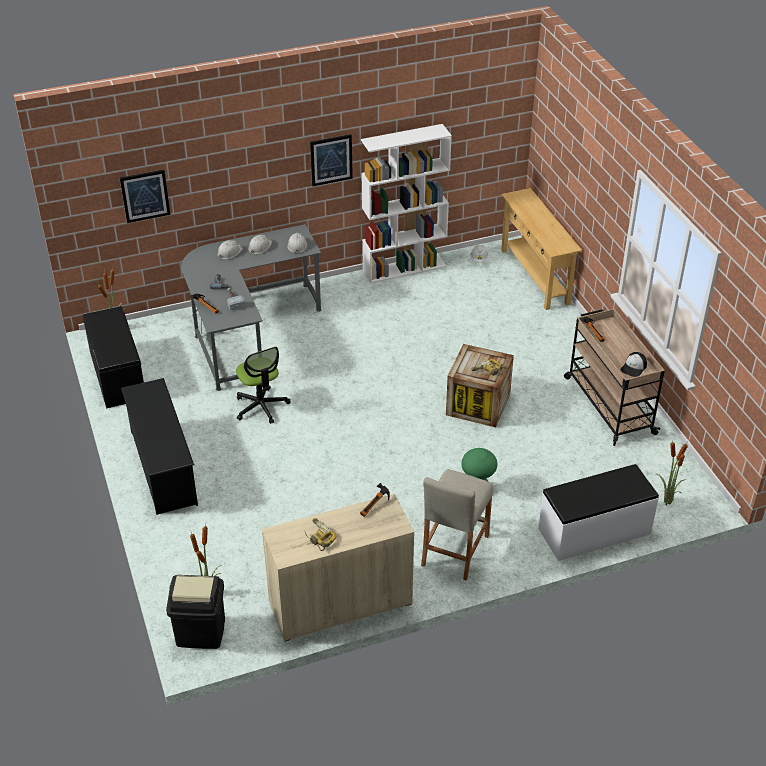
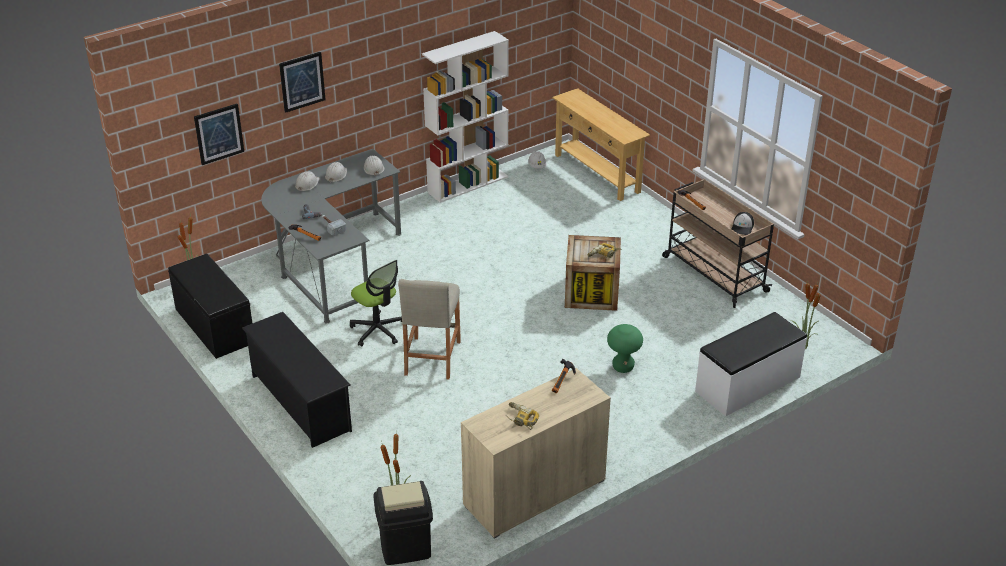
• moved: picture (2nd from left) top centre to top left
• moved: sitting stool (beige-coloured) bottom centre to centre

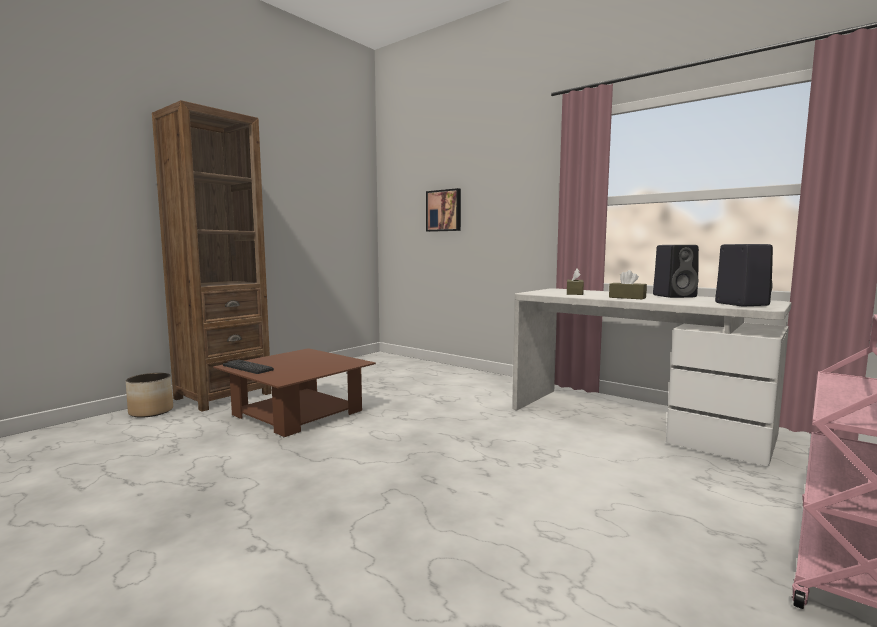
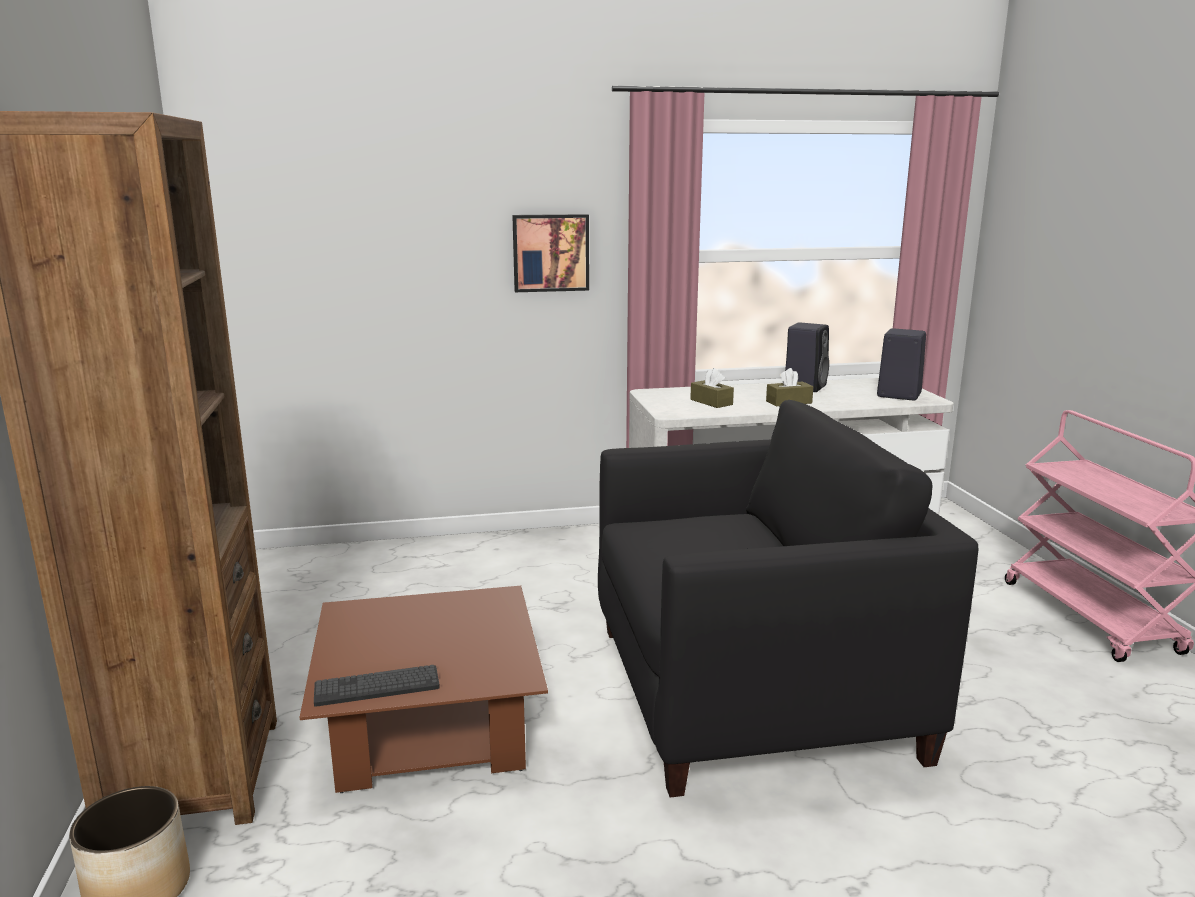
• moved: picture centre to top centre
• added: armchair (blackish) bottom centre

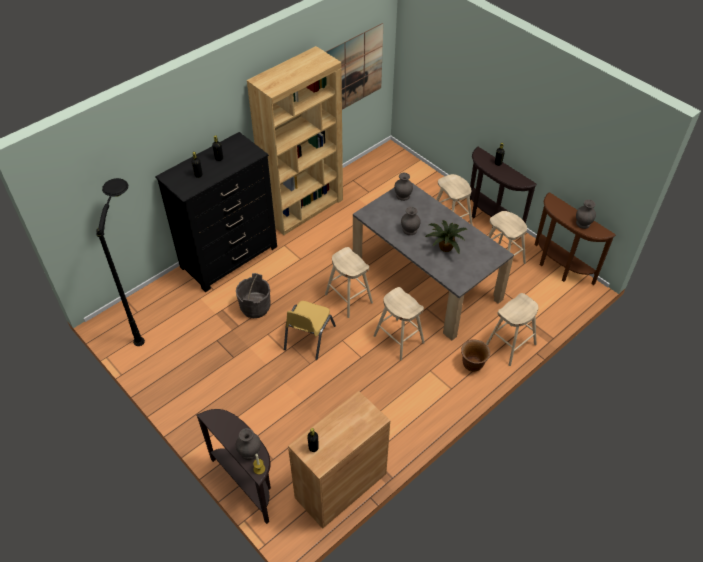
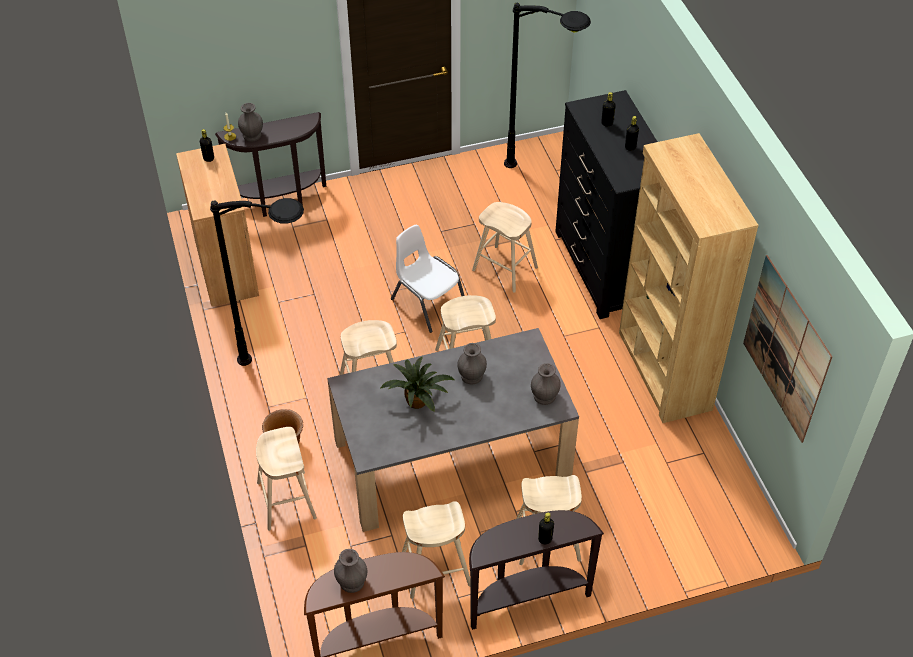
• replaced: water bucket (grey) centre to sitting stool (beige-coloured) (5th from left) centre
• recoloured: chair (yellow-coloured) centre to chair (white-coloured) centre
• added: floor lamp (blackish) (1st from left) middle left

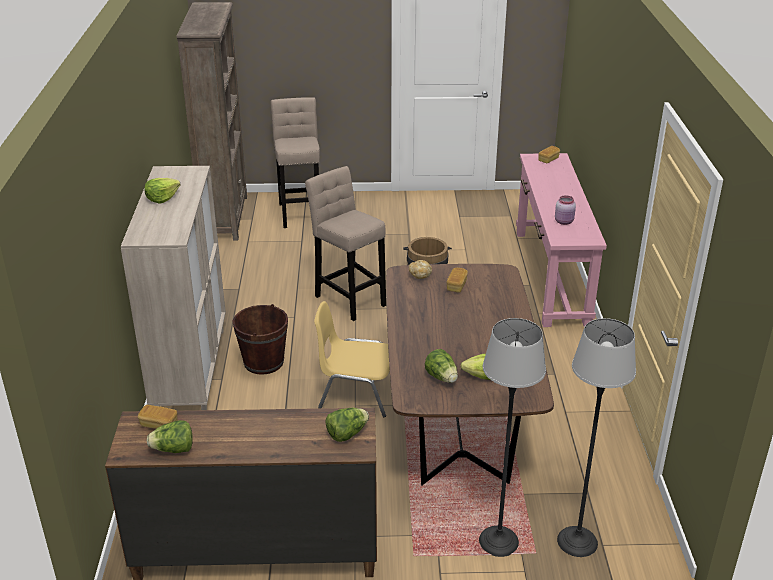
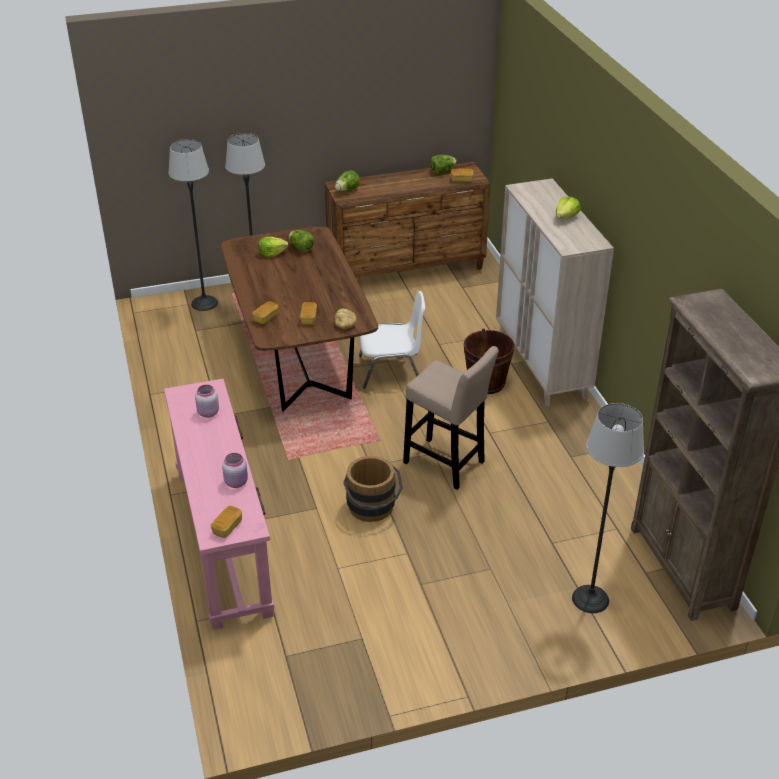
• replaced: sitting stool (beige-coloured) (1st from left) top centre to floor lamp (3rd from left) middle right
• recoloured: chair (yellow-coloured) centre to chair (white-coloured) centre
• added: bakery bread (2nd from left) centre
• added: storage jar (pinkish) (2nd from left) middle left

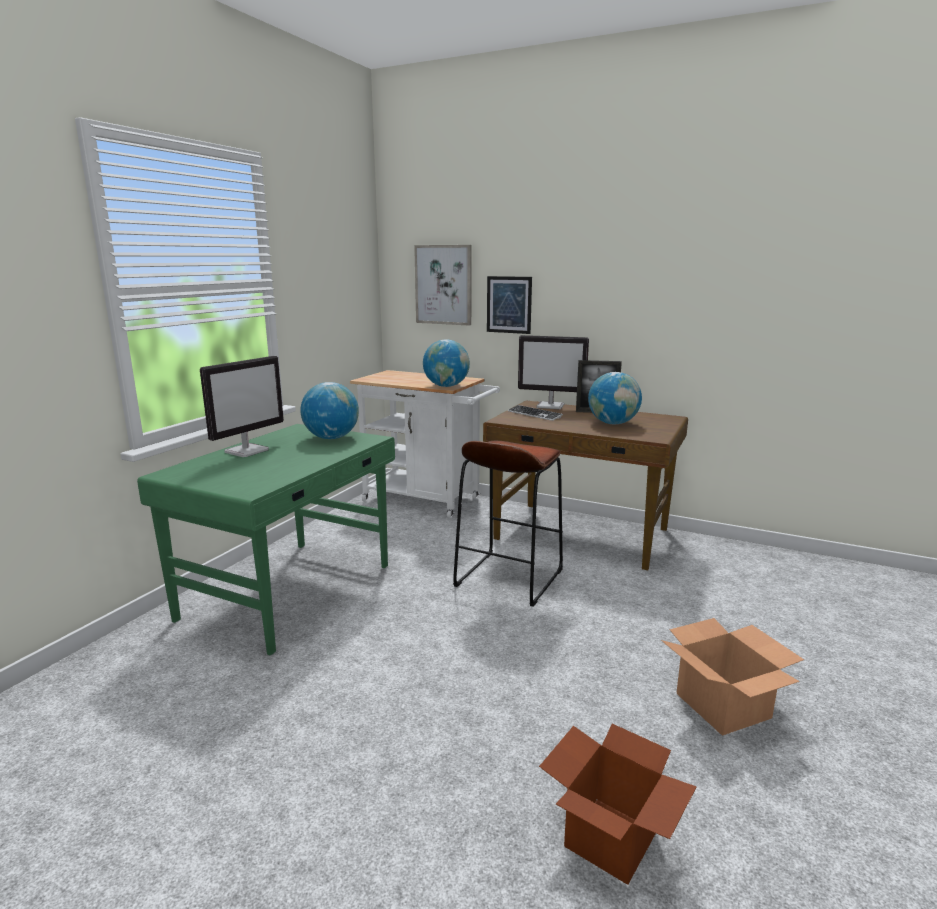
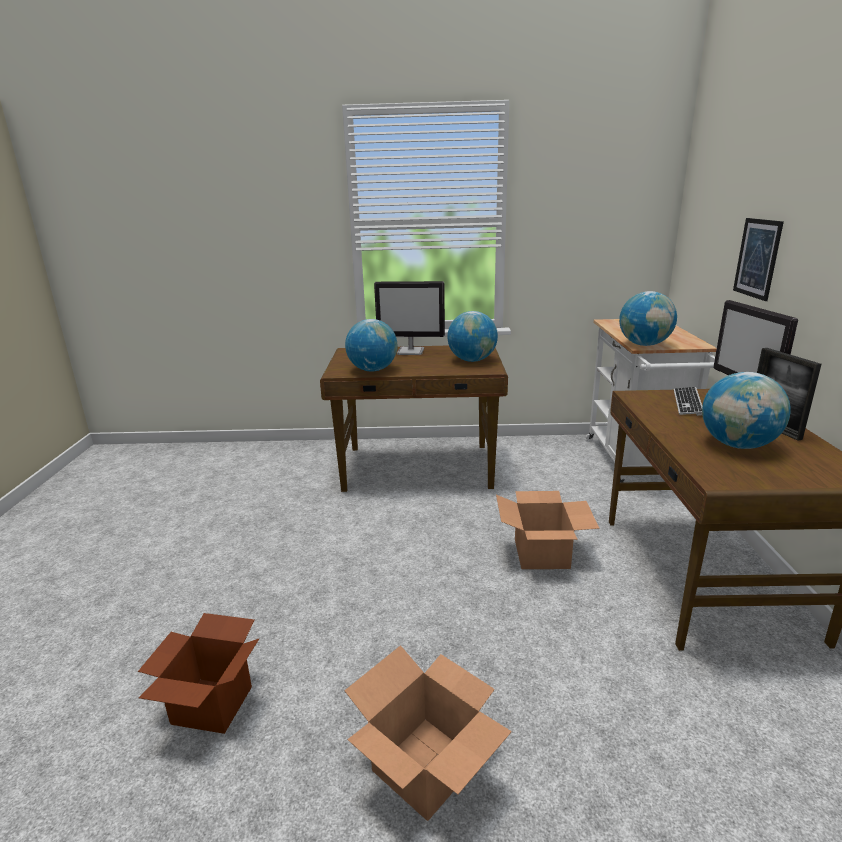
• removed: picture (1st from left) top centre
• recoloured: desk table (greenish) middle left to desk table (brownish) (1st from left) centre
• replaced: sitting stool (brownish) centre to packing box (3rd from left) centre
• added: globe (1st from left) centre

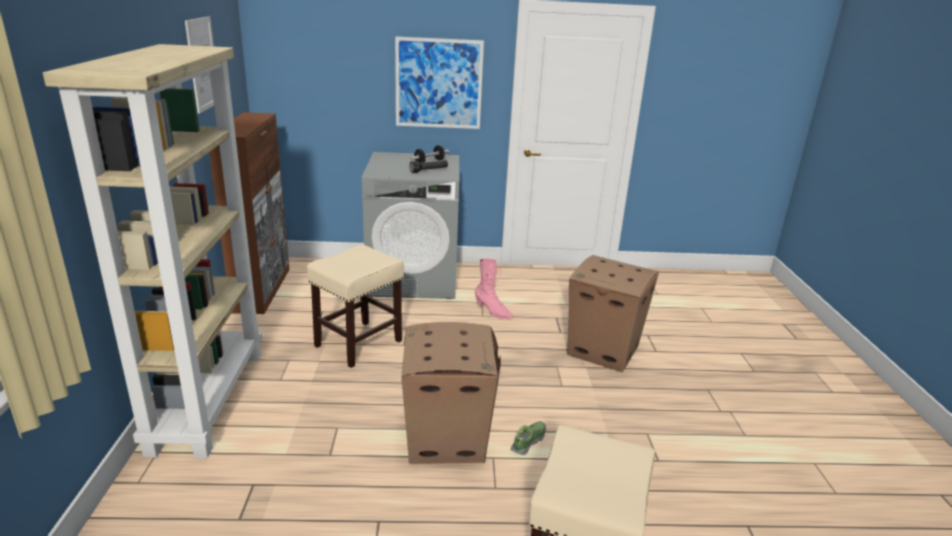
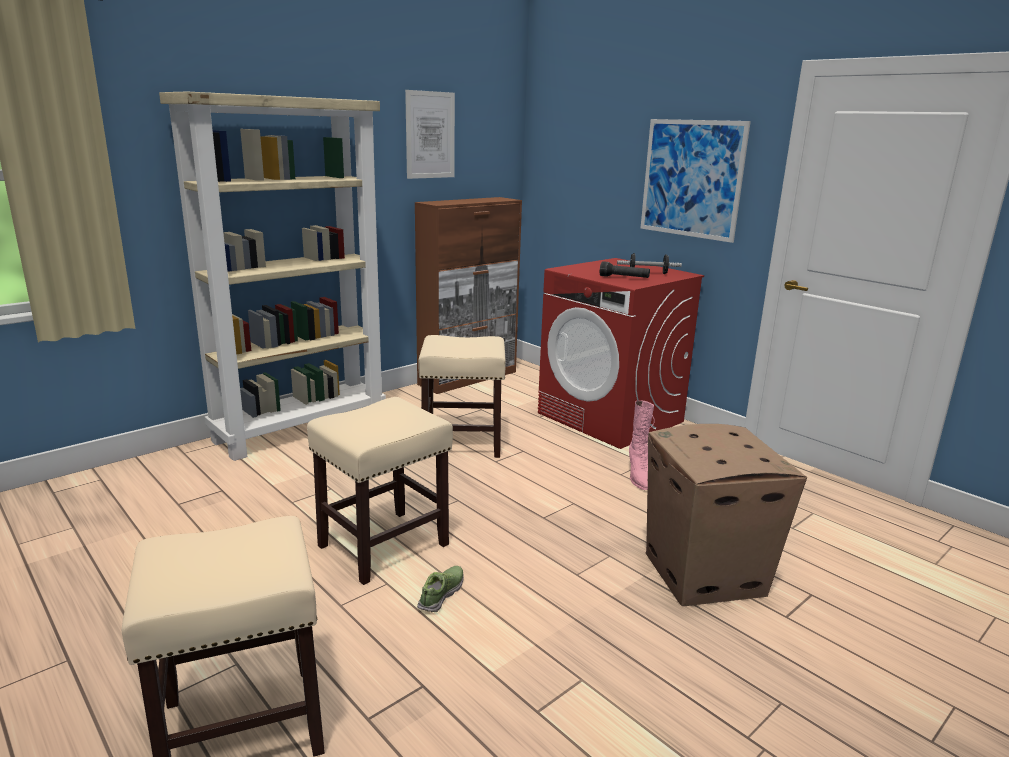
• recoloured: laundry appliance (grey) centre to laundry appliance (reddish) centre
• replaced: packing box (1st from left) bottom centre to sitting stool (beige-coloured) (2nd from left) centre
• turned: item of footwear bottom centre = bottom centre 60 degrees counterclockwise

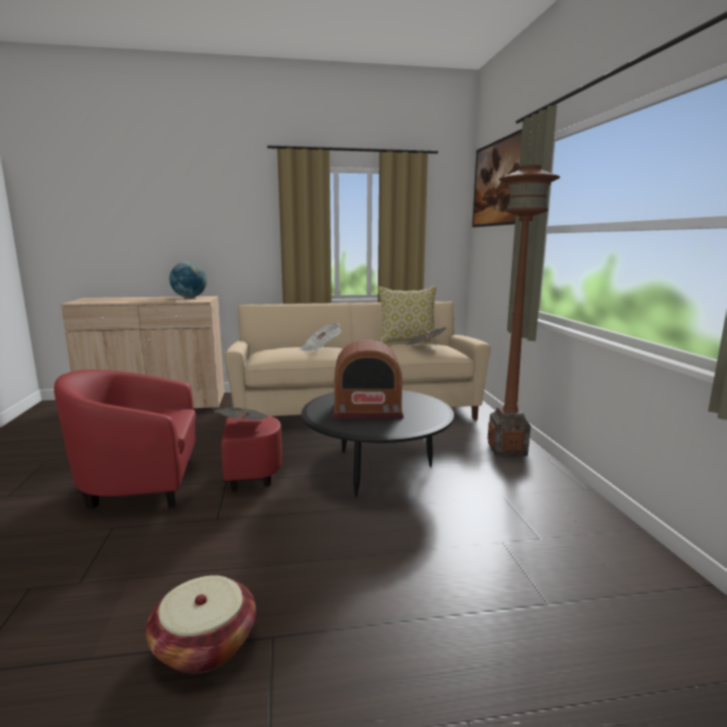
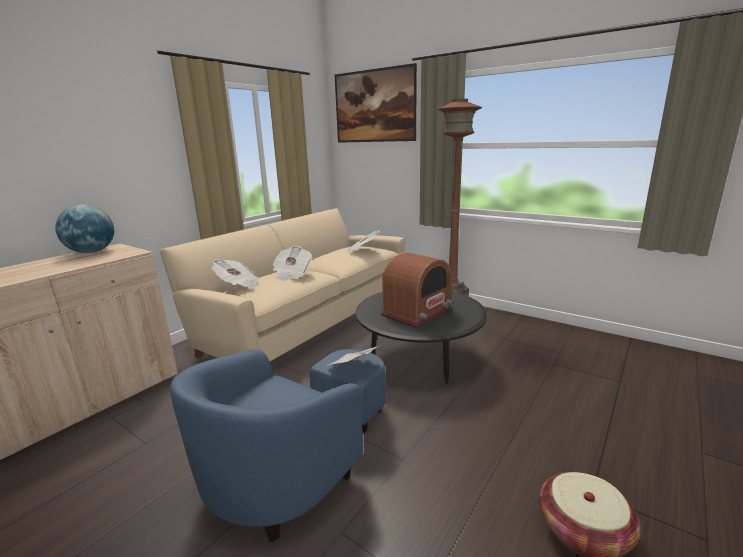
• removed: pillow centre
• recoloured: armchair (reddish) middle left to armchair (blue) bottom centre
• added: daily paper (1st from left) middle left

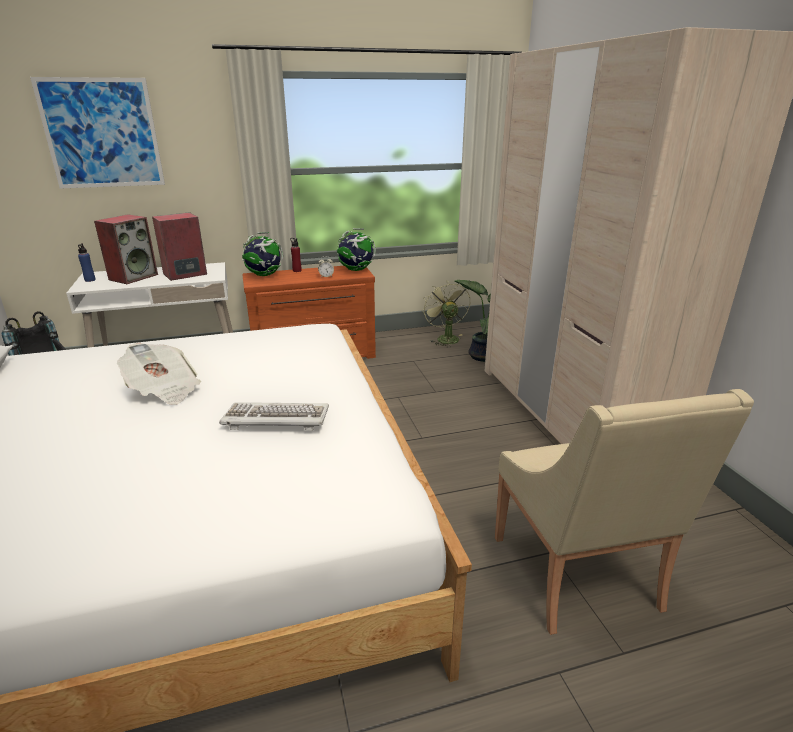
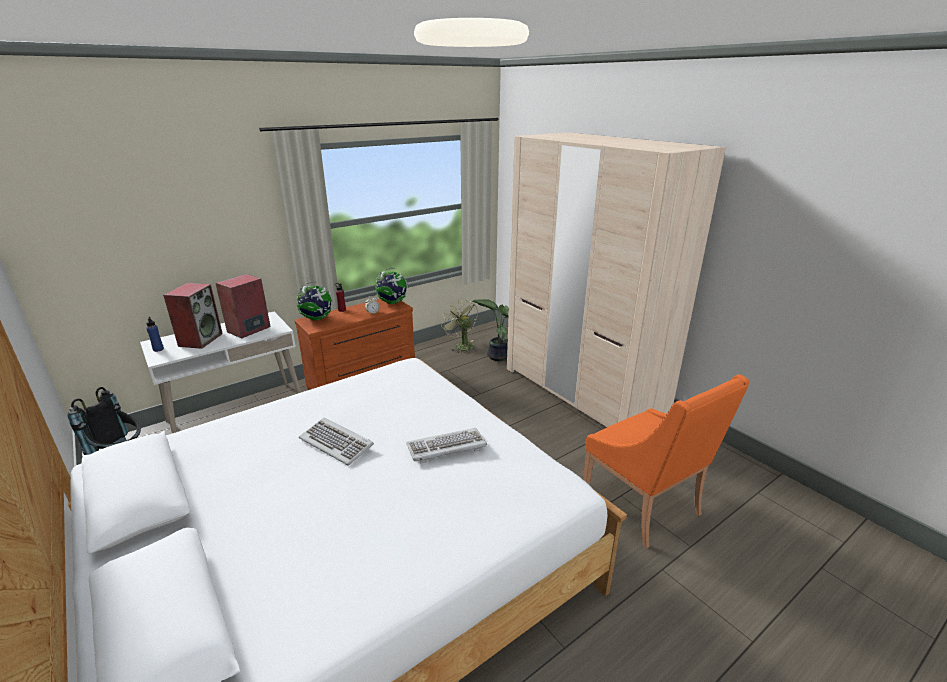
• removed: picture top left
• replaced: daily paper middle left to computer keyboard (1st from left) centre
• recoloured: armchair (beige-coloured) bottom right to armchair (orangey) bottom right

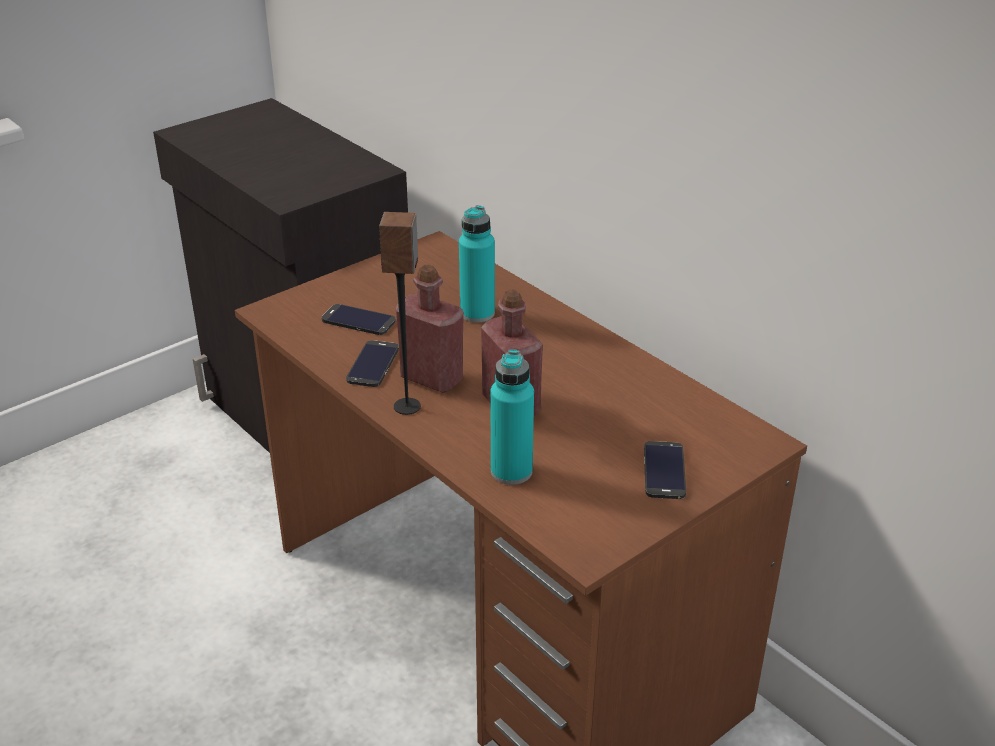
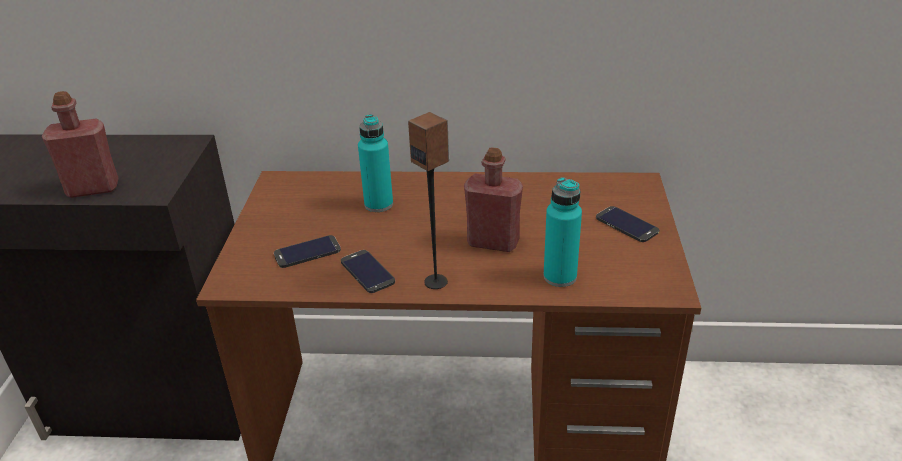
• moved: drink bottle (reddish) (1st from left) centre to top left

